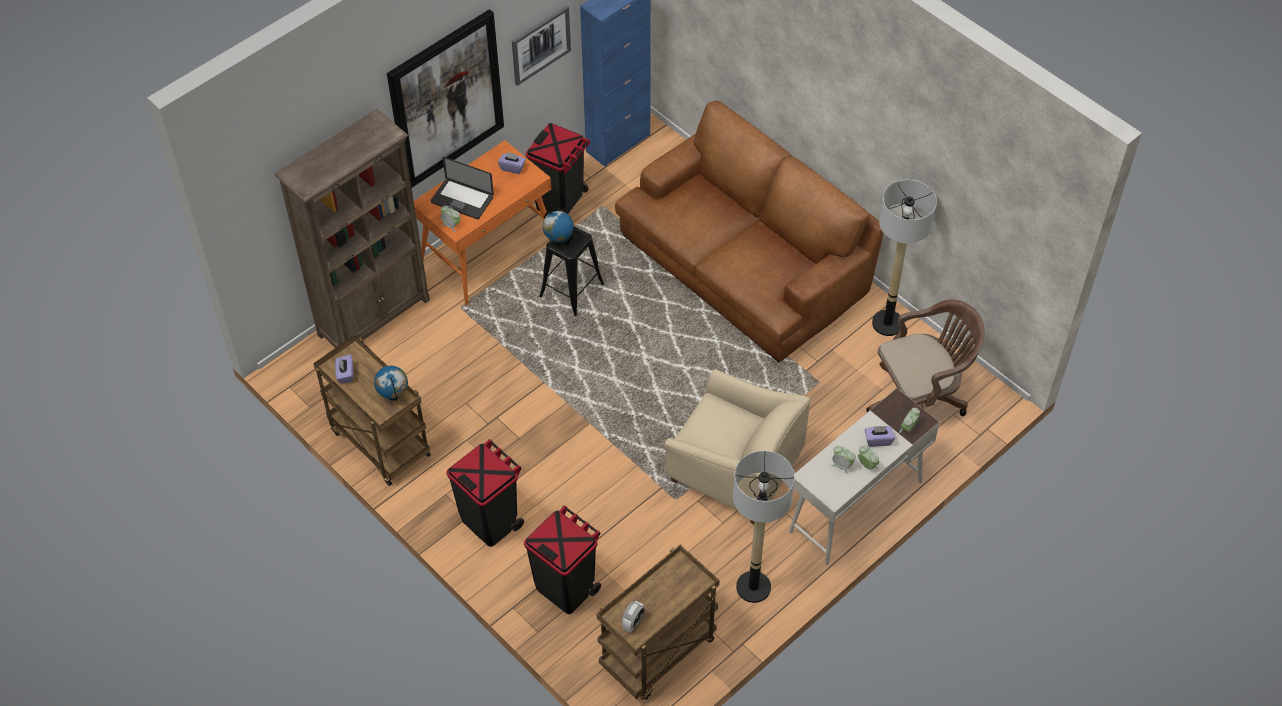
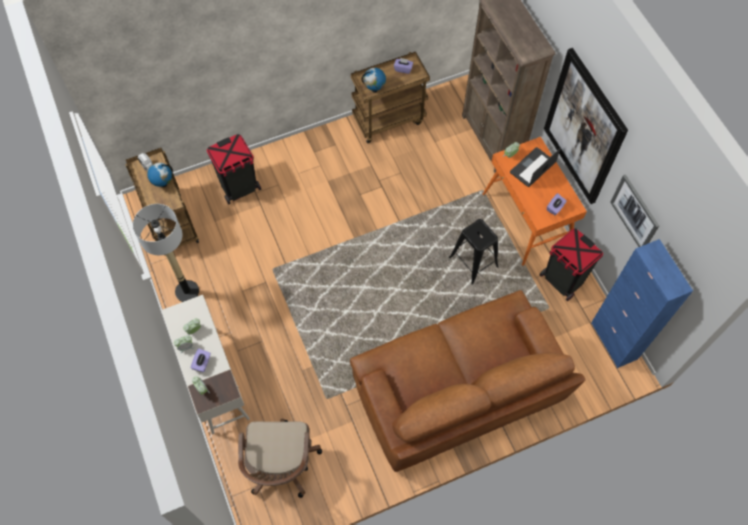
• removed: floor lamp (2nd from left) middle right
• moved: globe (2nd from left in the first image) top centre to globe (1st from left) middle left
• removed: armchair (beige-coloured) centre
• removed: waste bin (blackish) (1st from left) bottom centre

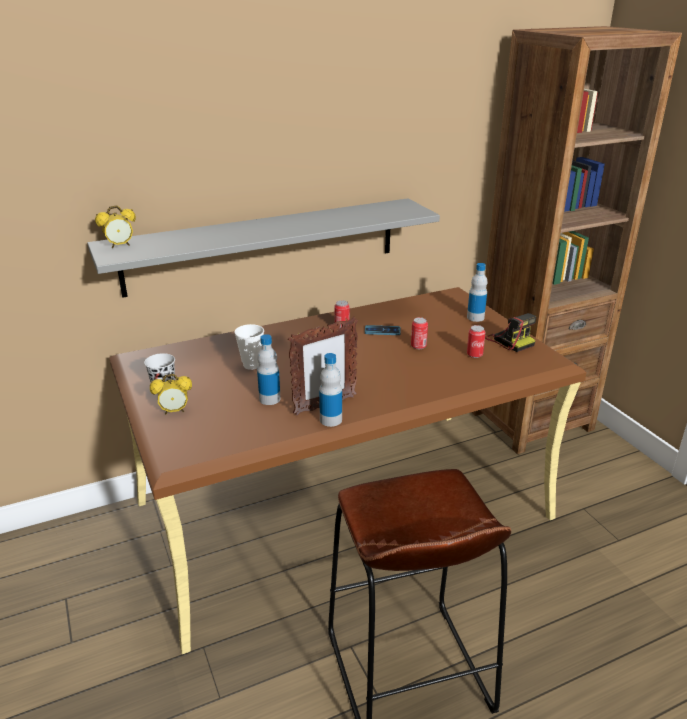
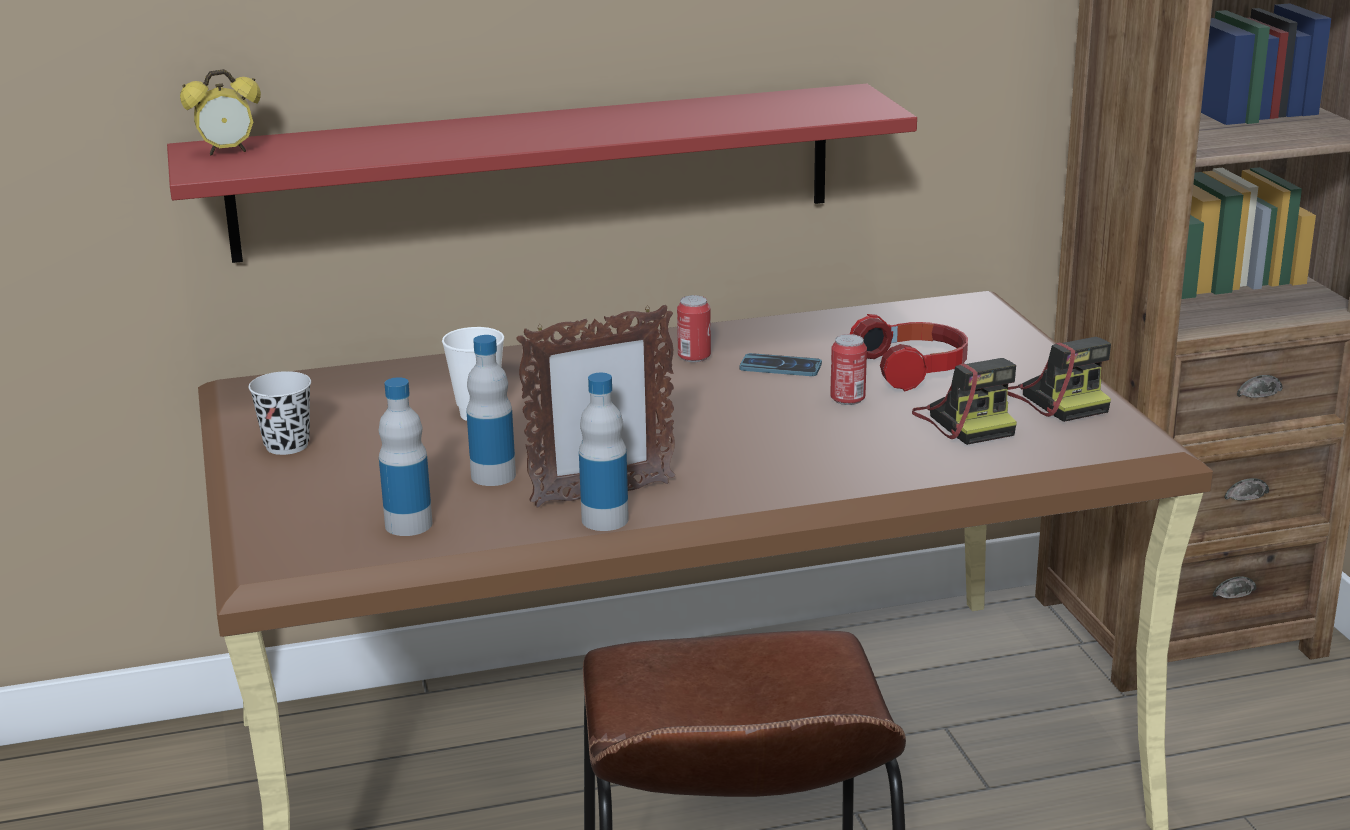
• recoloured: shelf (grey) centre to shelf (reddish) top centre
• moved: drink bottle (3rd from left in the first image) middle right to drink bottle (1st from left) middle left
• replaced: can (3rd from left) middle right to photo camera (1st from left) middle right
• removed: alarm clock (2nd from left) middle left
• added: headset middle right

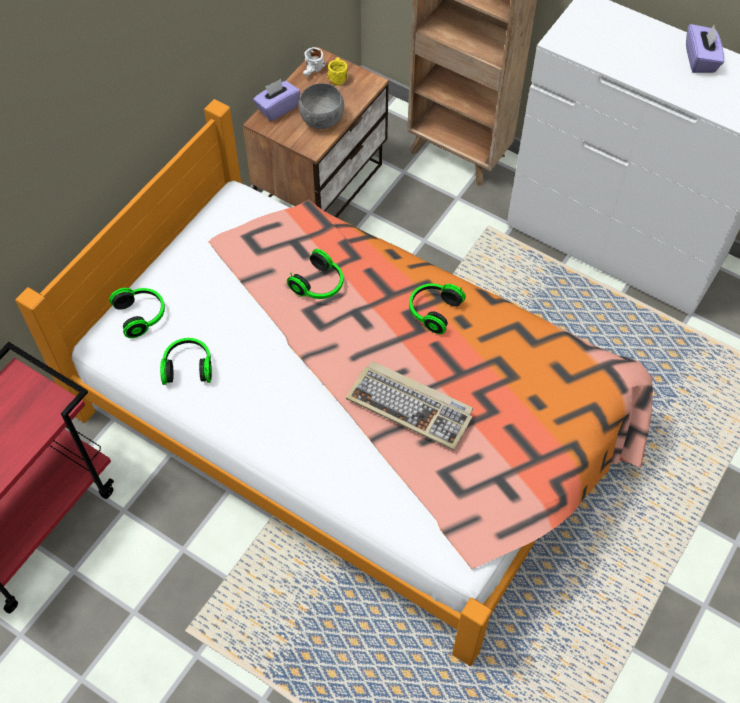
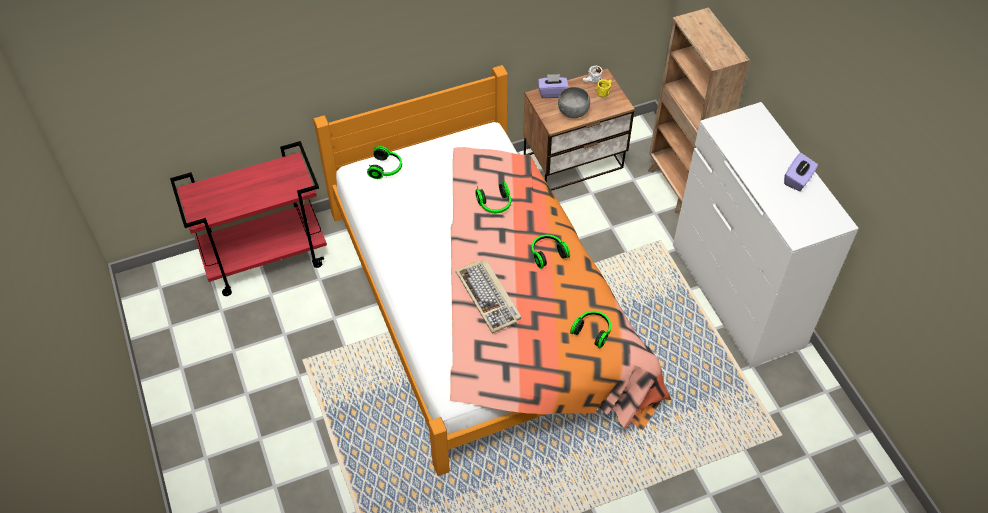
• moved: headset (2nd from left in the first image) middle left to headset (4th from left) centre

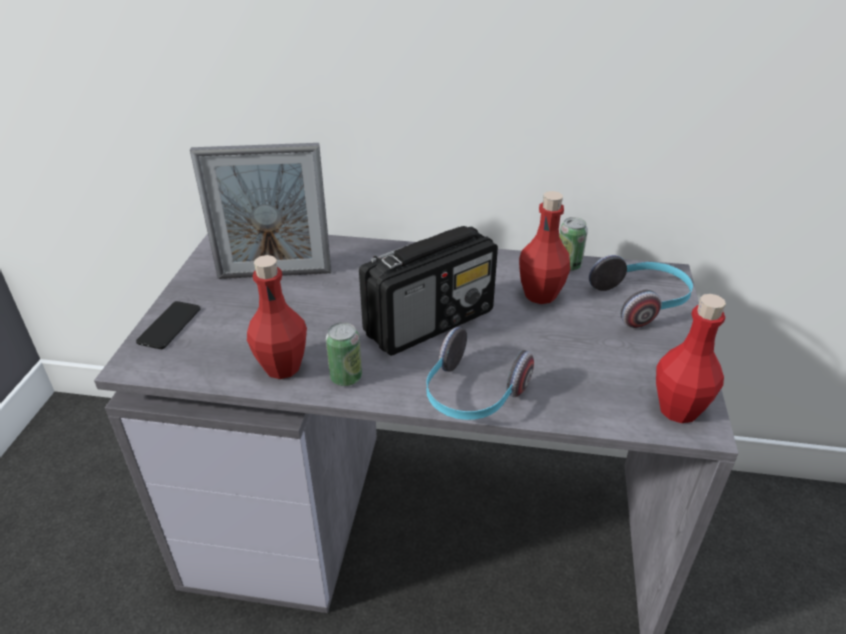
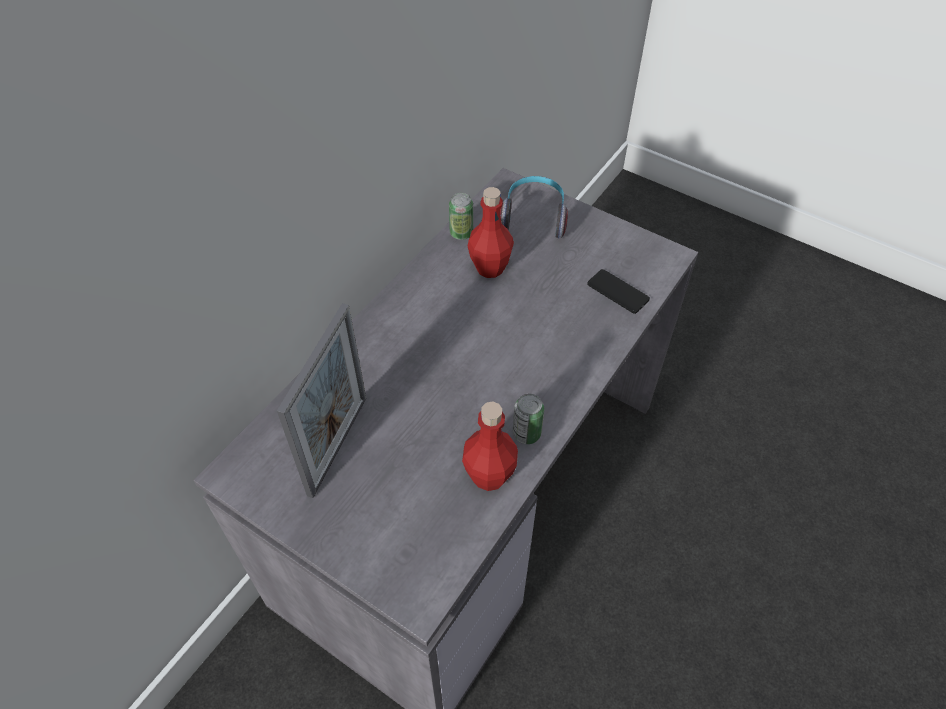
• removed: radio receiver centre
• removed: drink bottle (reddish) (3rd from left) middle right
• moved: handset middle left to centre
• removed: headset (1st from left) centre

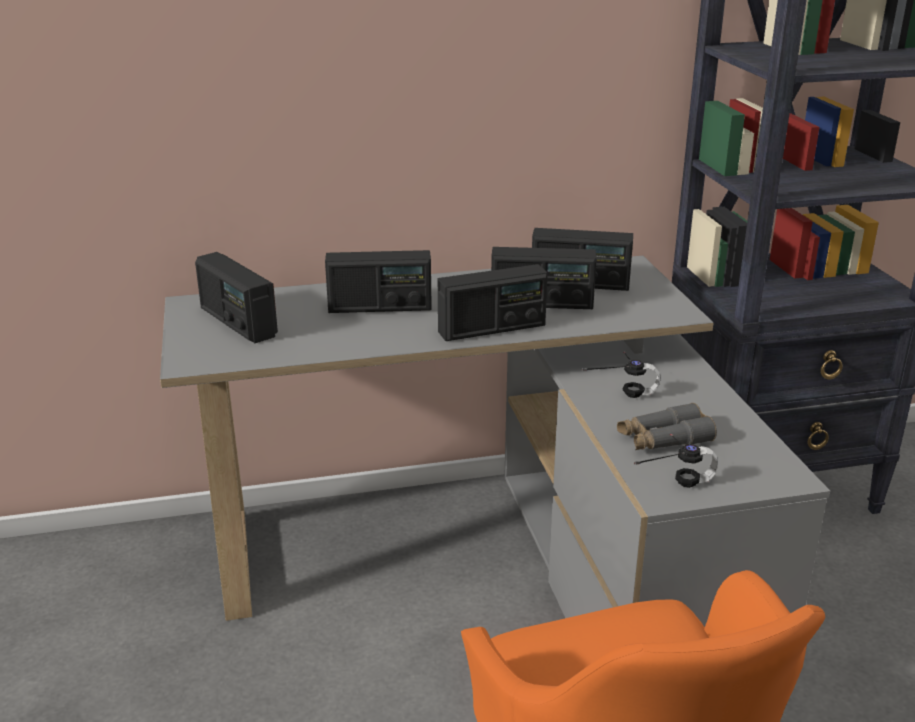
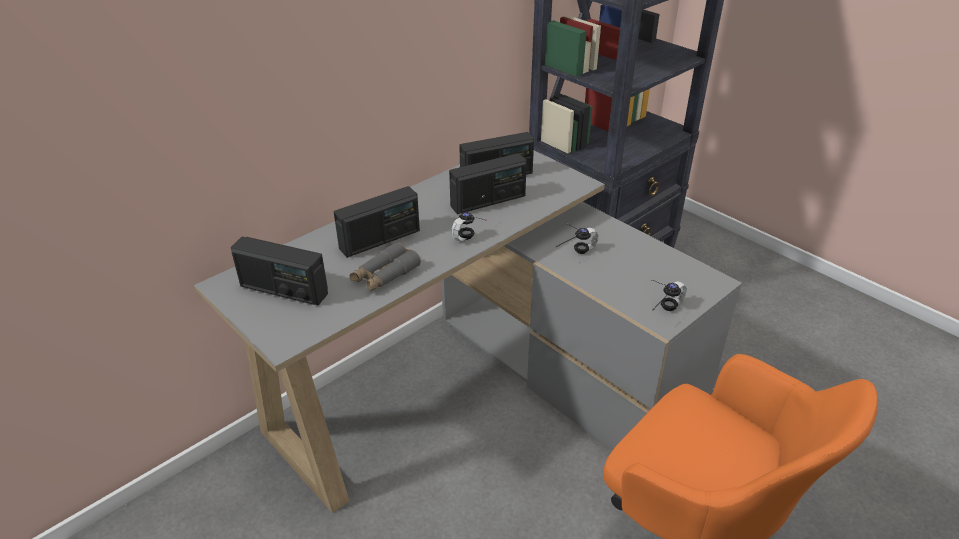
• replaced: radio receiver (3rd from left) centre to headset (1st from left) centre
• moved: pair of binoculars (grey) middle right to centre

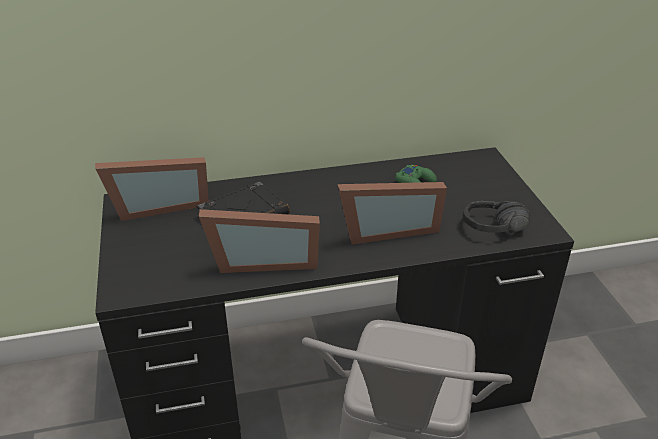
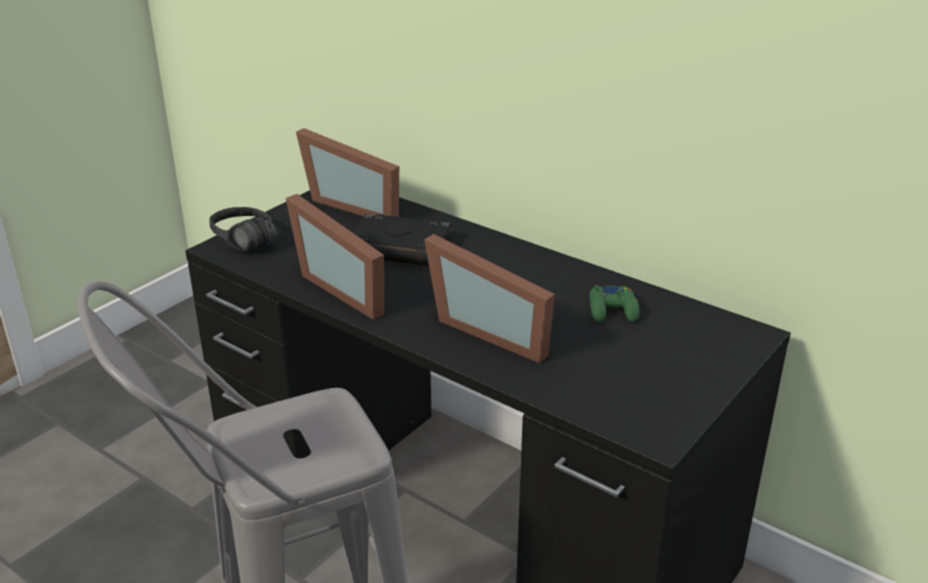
• moved: headset (blackish) middle right to middle left

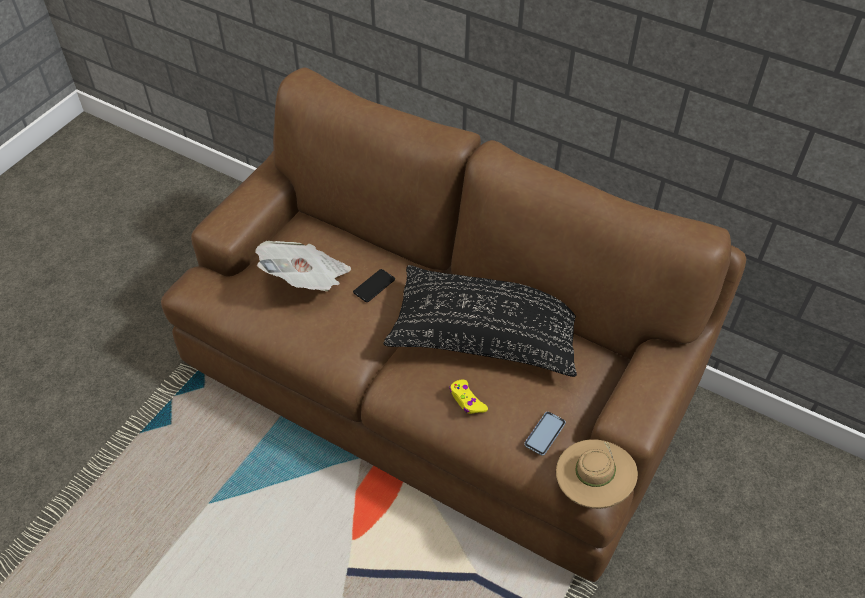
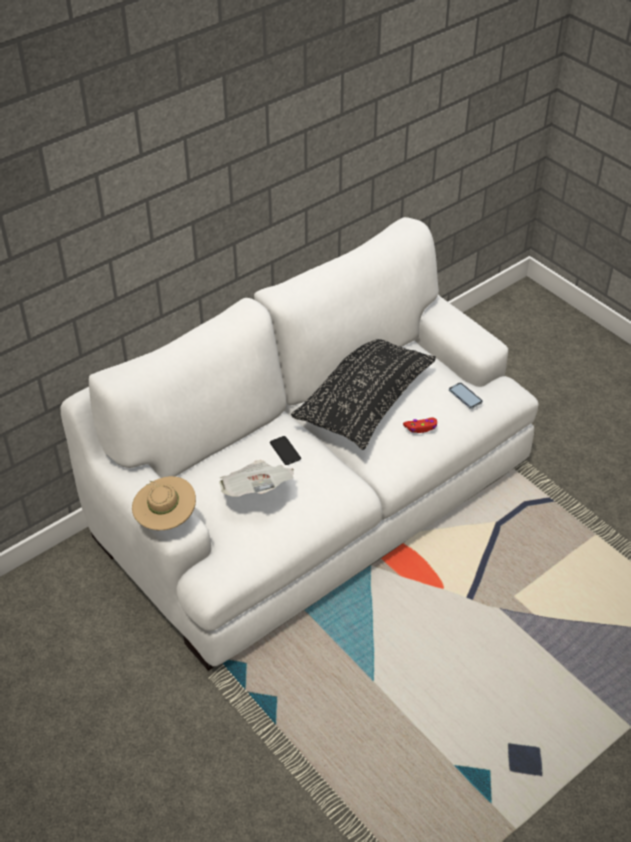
• recoloured: couch (brownish) centre to couch (white-coloured) centre
• recoloured: joypad (yellow-coloured) centre to joypad (reddish) centre
• moved: wearable hat (beige-coloured) bottom right to middle left

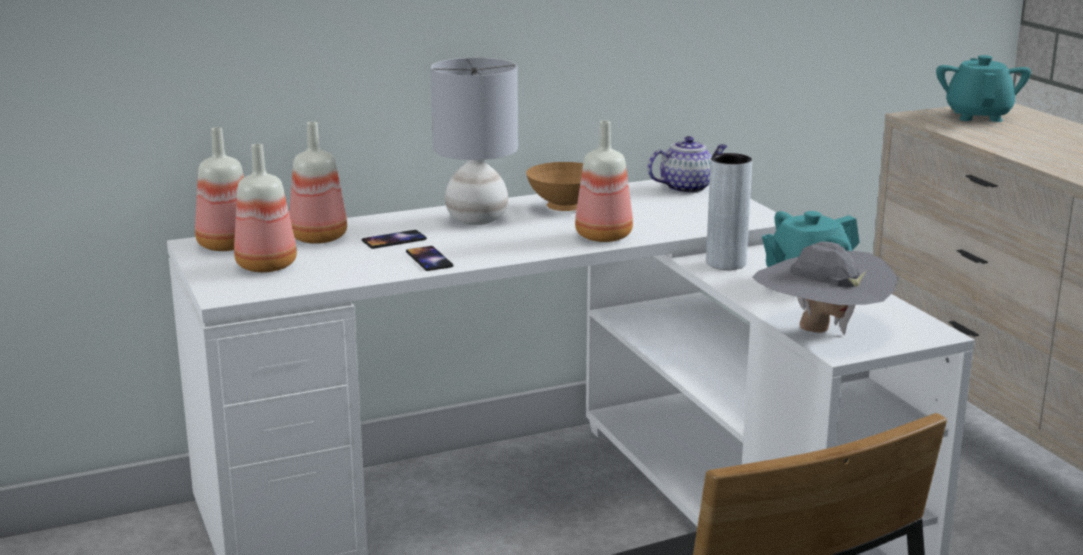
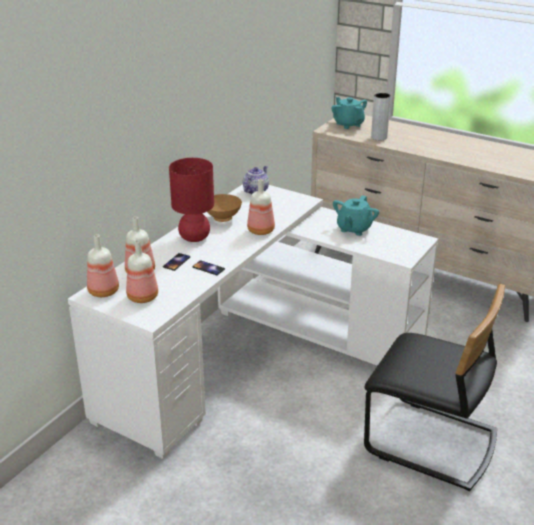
• recoloured: table lamp (grey) top centre to table lamp (reddish) centre
• moved: vase (grey) middle right to top right
• removed: wearable hat (grey) middle right

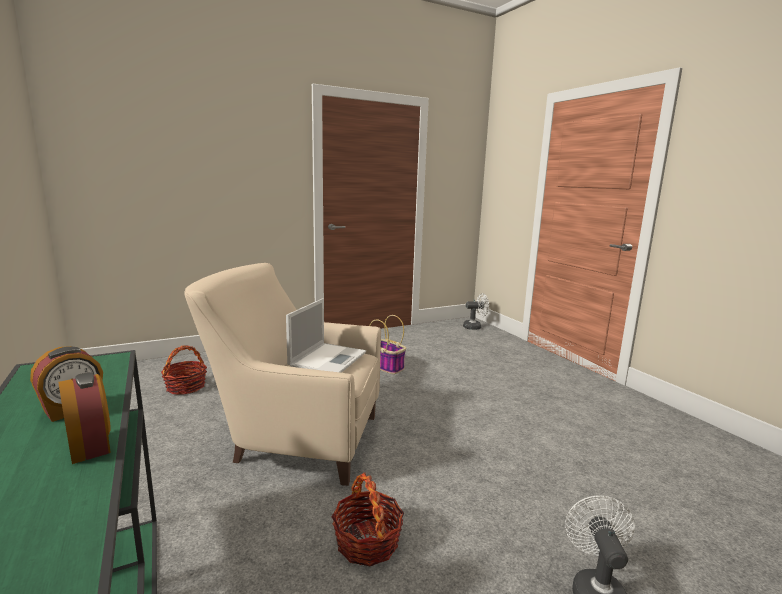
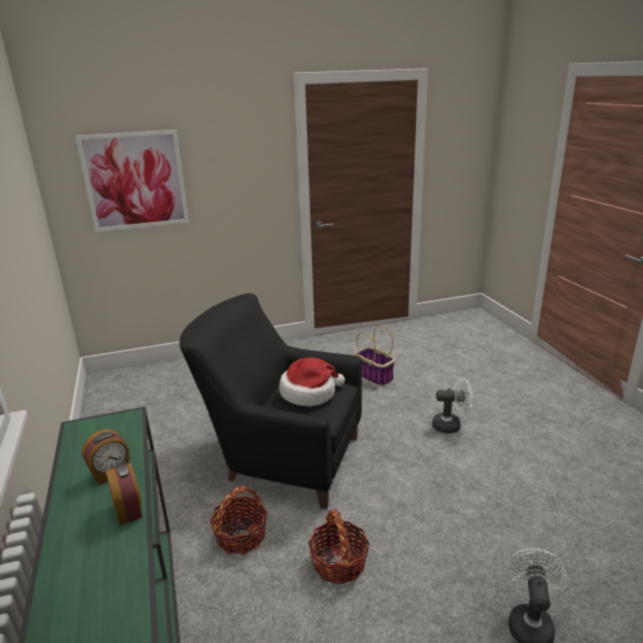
• recoloured: armchair (beige-coloured) centre to armchair (blackish) centre
• moved: cooling fan (white-coloured) (1st from left) centre to middle right
• replaced: portable computer centre to wearable hat centre
• moved: basket (1st from left) middle left to bottom centre
• added: picture top left

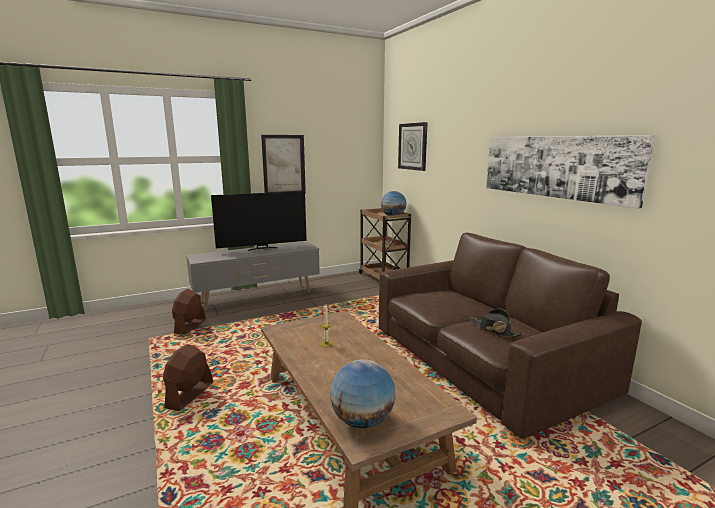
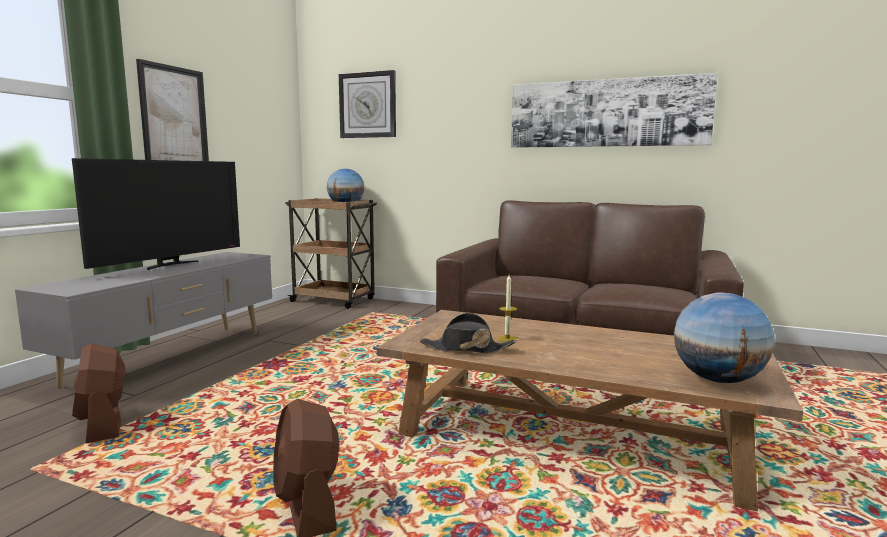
• moved: wearable hat (blackish) middle right to centre

